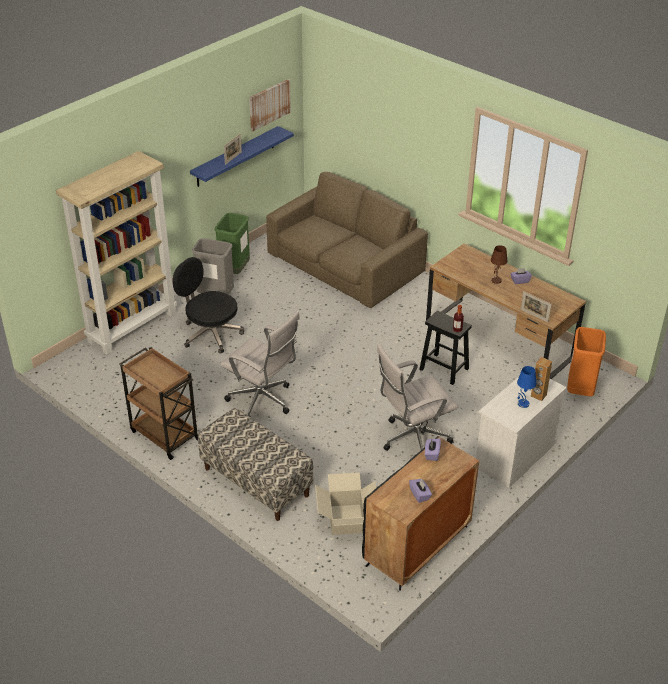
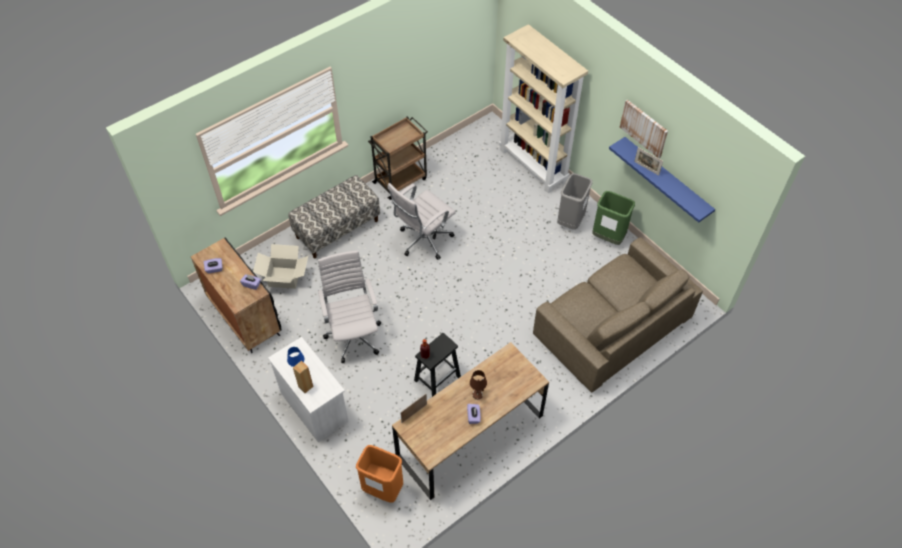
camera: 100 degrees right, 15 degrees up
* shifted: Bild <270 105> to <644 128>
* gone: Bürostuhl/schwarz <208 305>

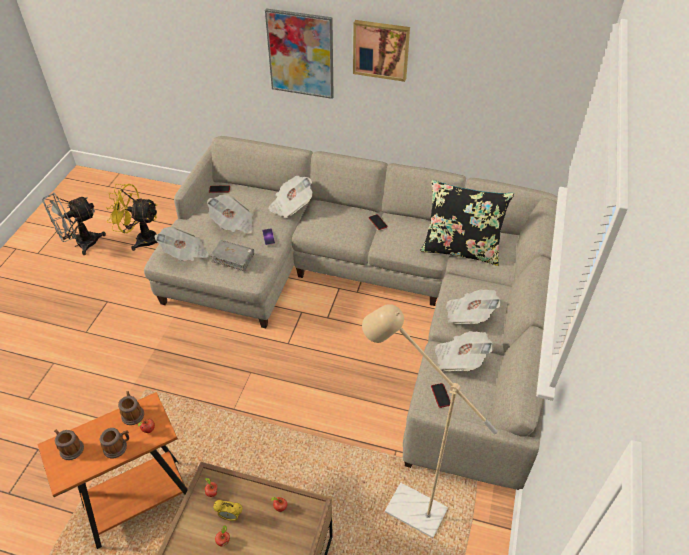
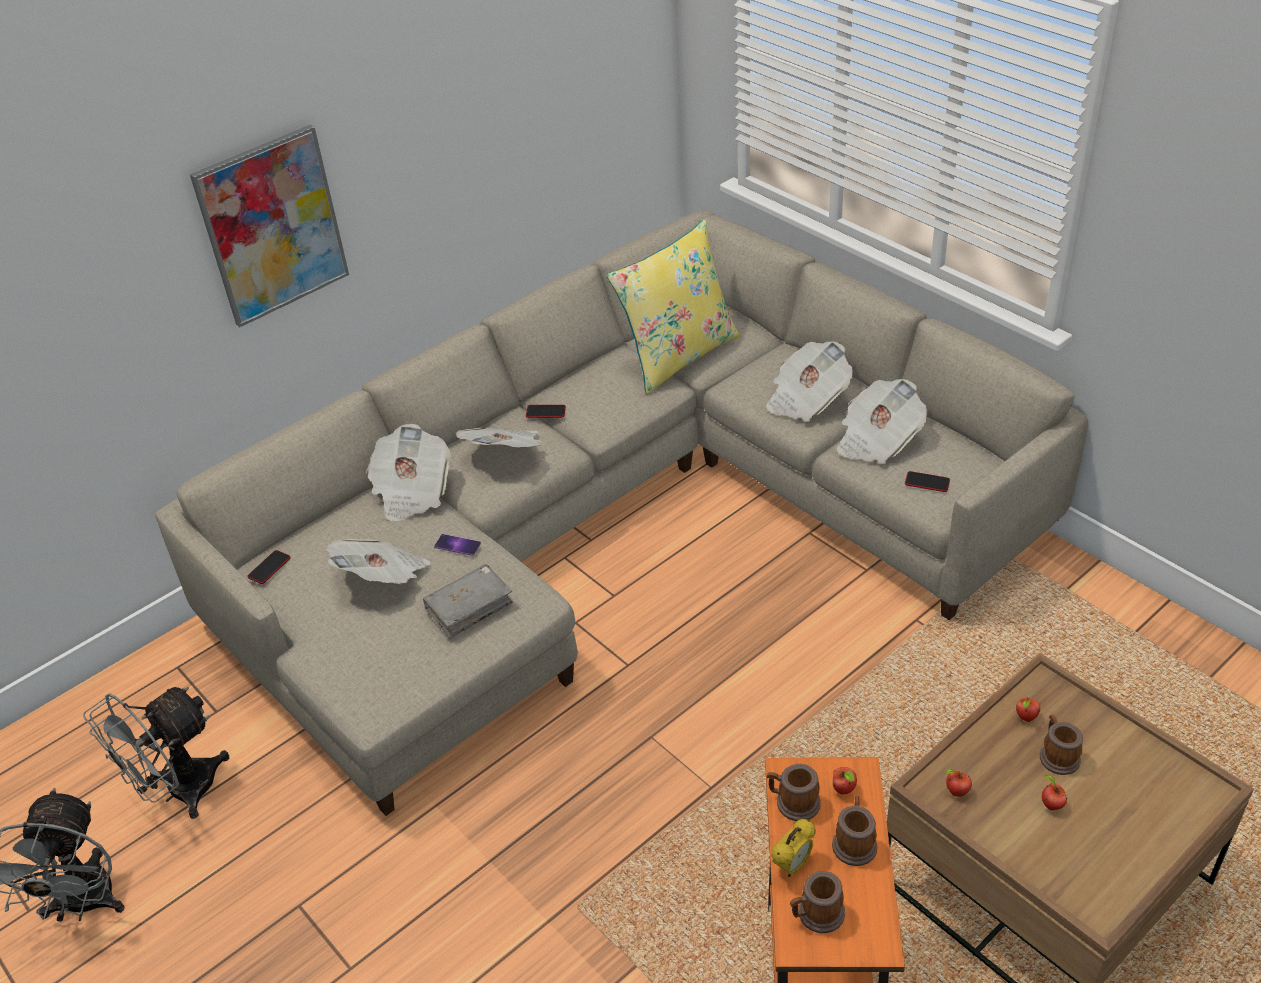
camera: 55 degrees left, 5 degrees down
* repainted: Ventilator/gelb <131 217> to Ventilator/grau <156 753>
* shifted: Zeitung <182 244> to <498 437>
* repainted: Kissen/schwarz <467 223> to Kissen/gelb <673 307>
* shifted: Wecker <228 510> to <793 848>
* new: Henkelbecher <1061 745>
* gone: Bild <381 51>
* gone: Stehlampe/beige <430 421>

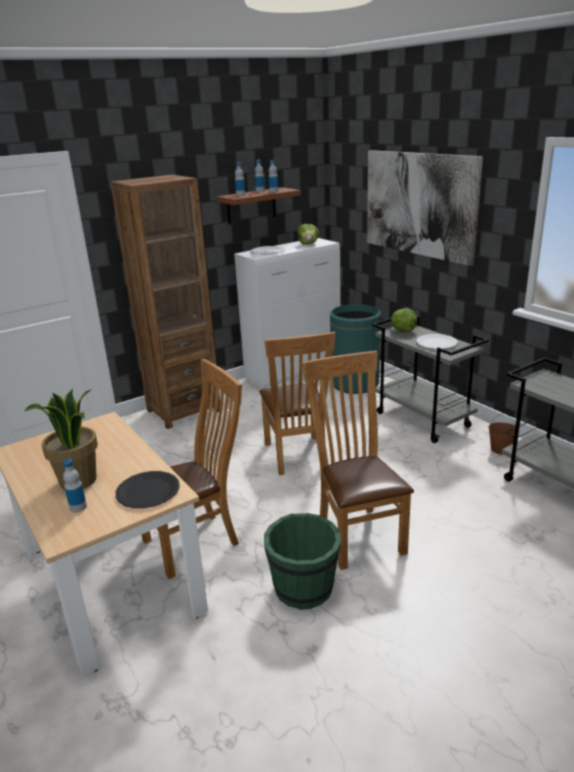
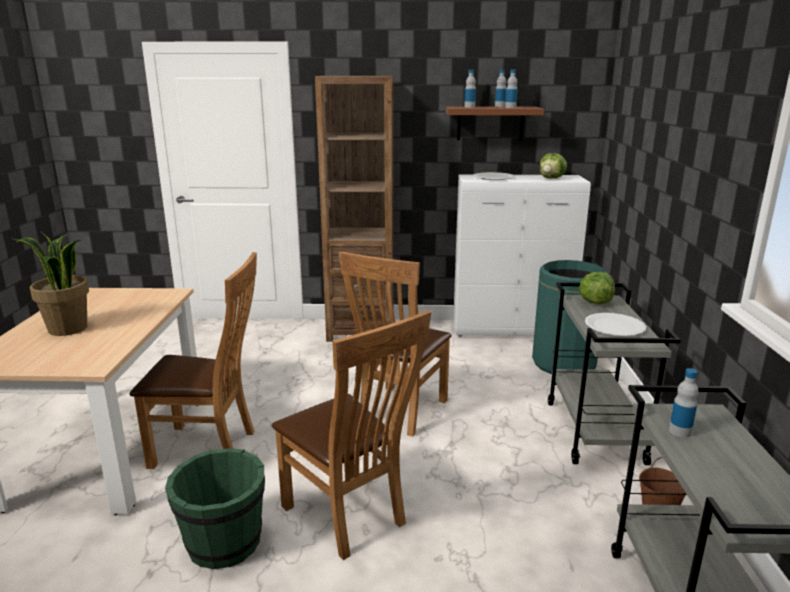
camera: 35 degrees right, 5 degrees down
* rotated: Stuhl/braun <358 460> = <351 435> 120 degrees clockwise
* shifted: Flasche <75 486> to <683 403>
* gone: Teller/schwarz <148 489>
* gone: Bild <425 208>

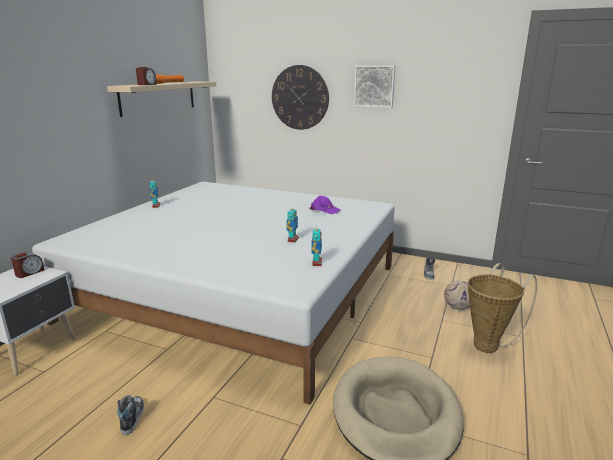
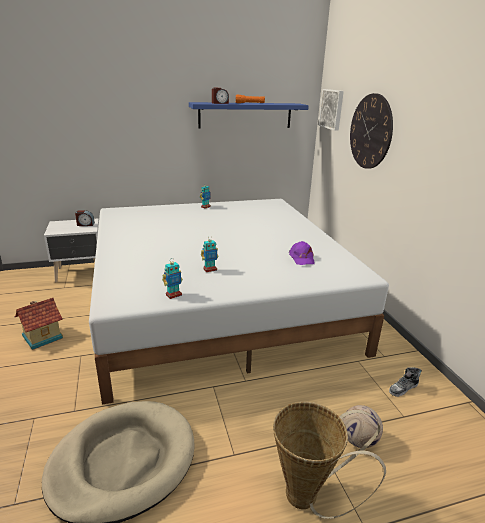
camera: 50 degrees right, 5 degrees up
* swapped: Schuh <130 415> to Spielzeughaus <38 324>
* repainted: Wandregal/beige <161 99> to Wandregal/blau <249 115>
* shifted: Bild <374 86> to <331 110>

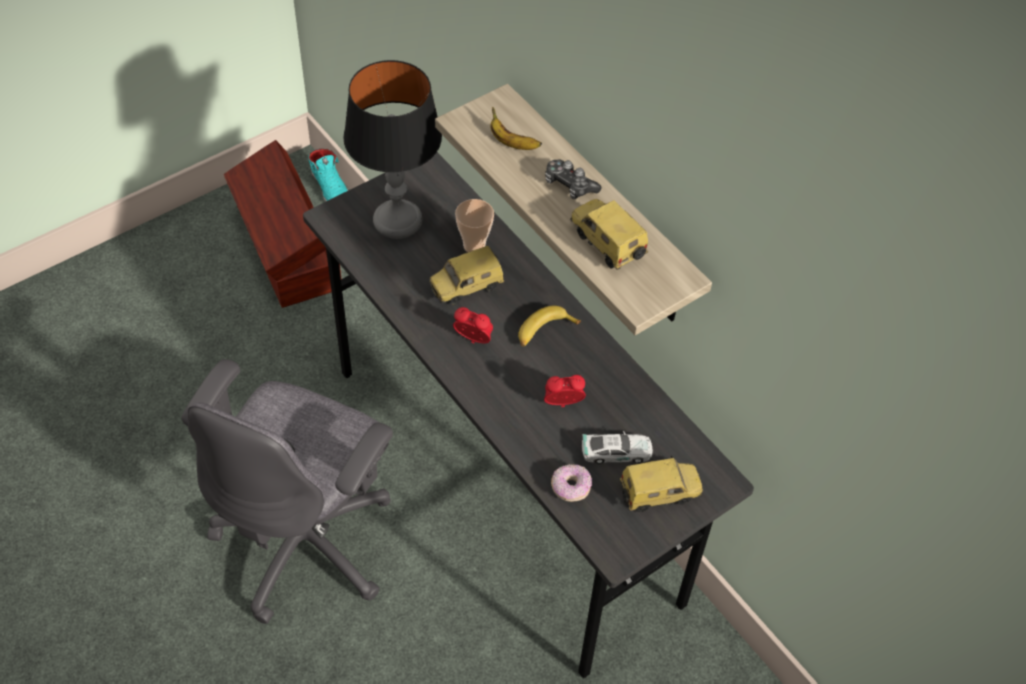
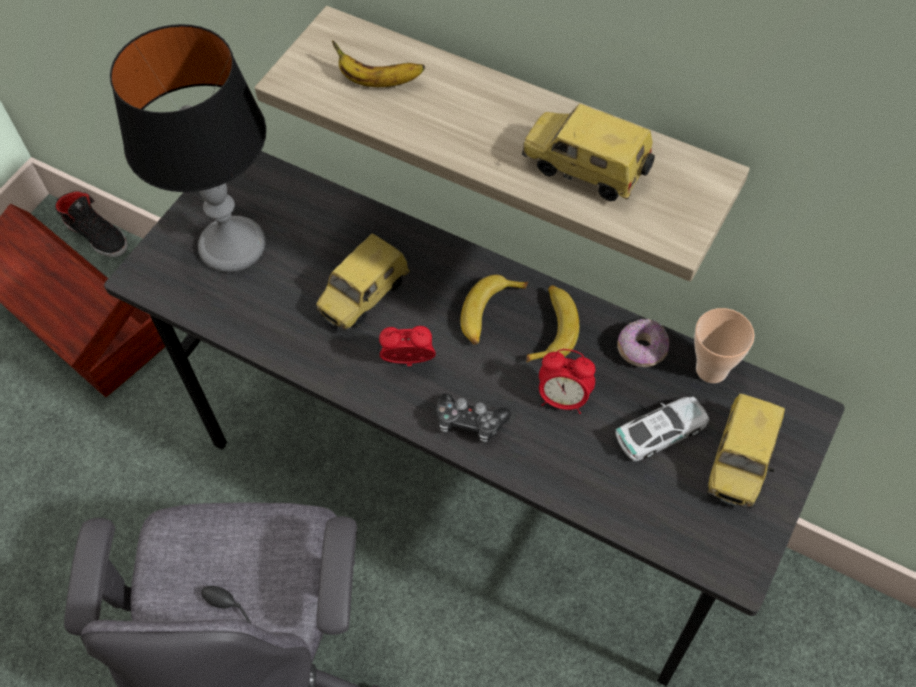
camera: 20 degrees left, 5 degrees up
* repainted: Schuh/türkis <328 175> to Schuh/schwarz <91 224>
* shifted: Gamepad <573 179> to <473 418>
* new: Banane <552 323>
* rotated: Wecker <565 391> = <567 381> 135 degrees counterclockwise
* shifted: Donut <571 483> to <643 342>
* shifted: Tasse <474 225> to <724 345>
* rotated: Spielzeugauto <661 483> = <745 451> 150 degrees clockwise

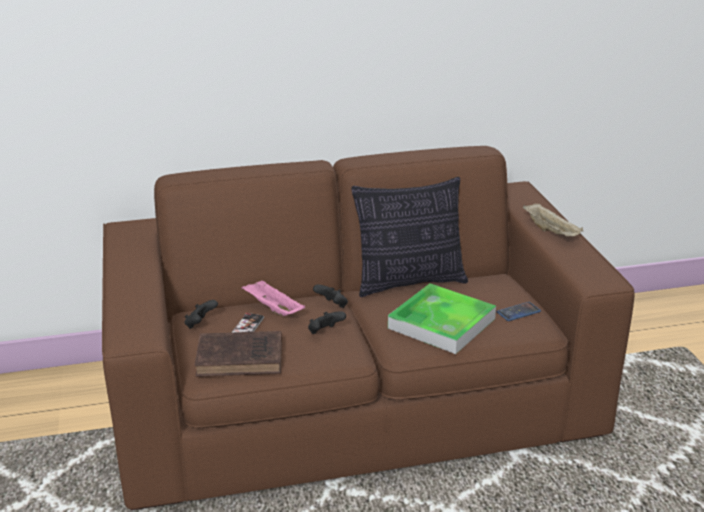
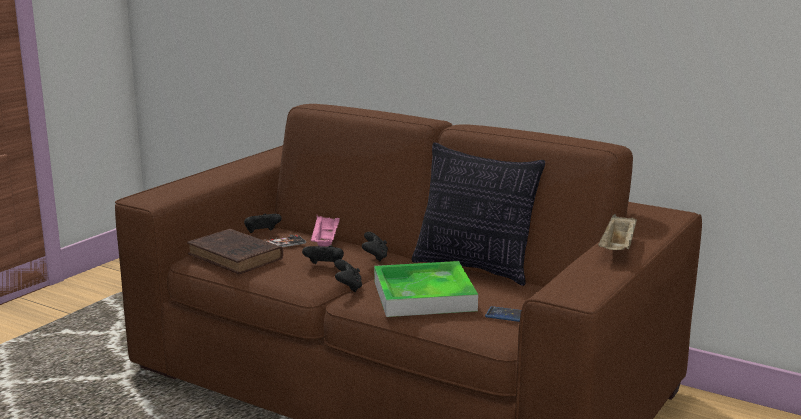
camera: 45 degrees right, 10 degrees down
* new: Gamepad/schwarz <348 275>

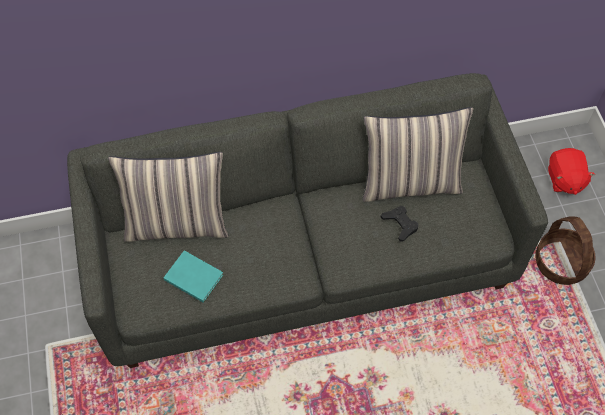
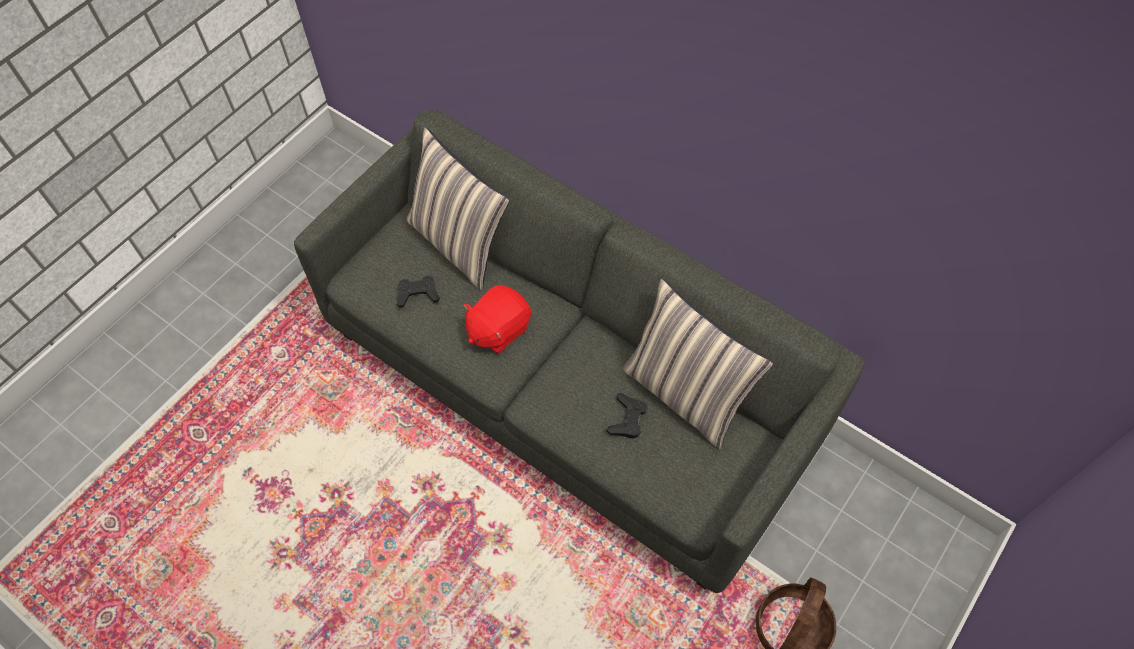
camera: 50 degrees right, 0 degrees up
* swapped: Buch/türkis <194 276> to Gamepad/schwarz <418 292>
* shifted: Plüschtier/rot <572 171> to <497 319>

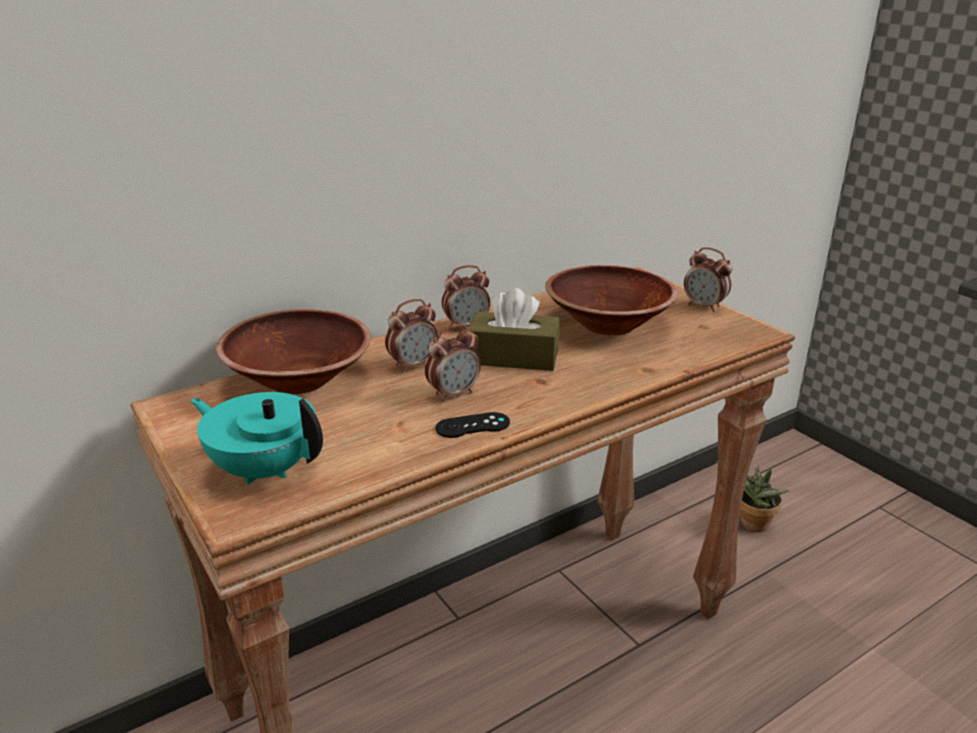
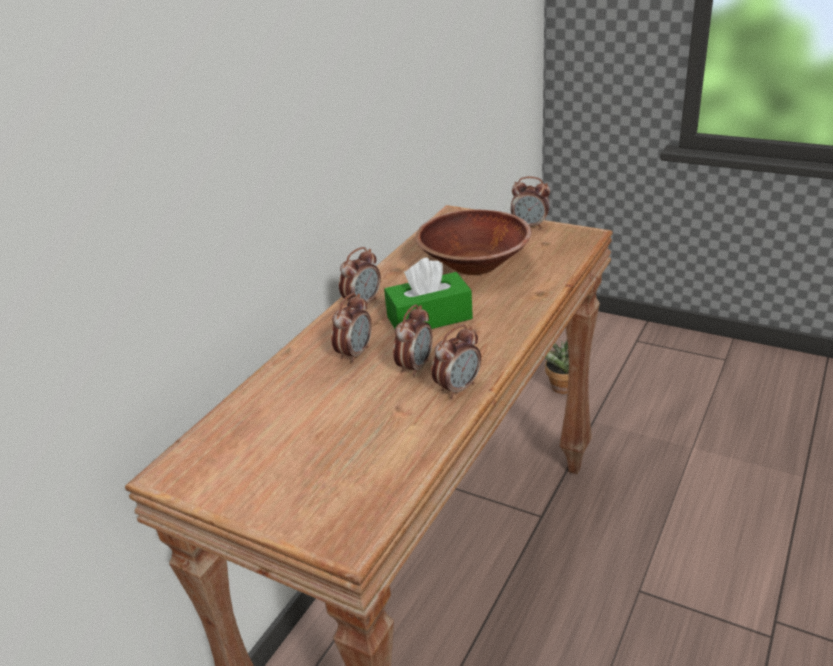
camera: 25 degrees left, 5 degrees up
* repainted: Taschentuchbox/braun <514 329> to Taschentuchbox/grün <428 293>
* swapped: Gamepad/schwarz <472 425> to Wecker <456 362>
* gone: Teekanne/türkis <257 438>
* gone: Schüssel/braun <293 351>

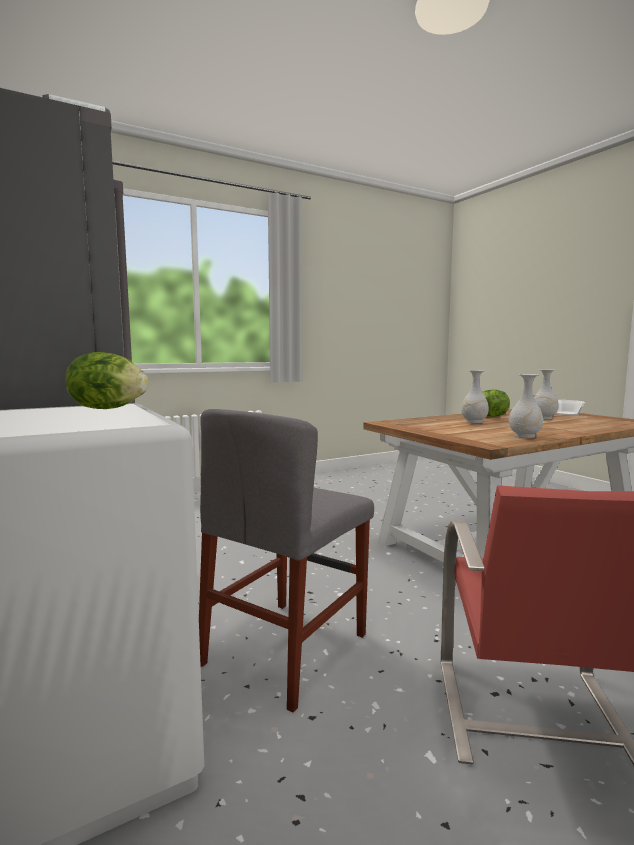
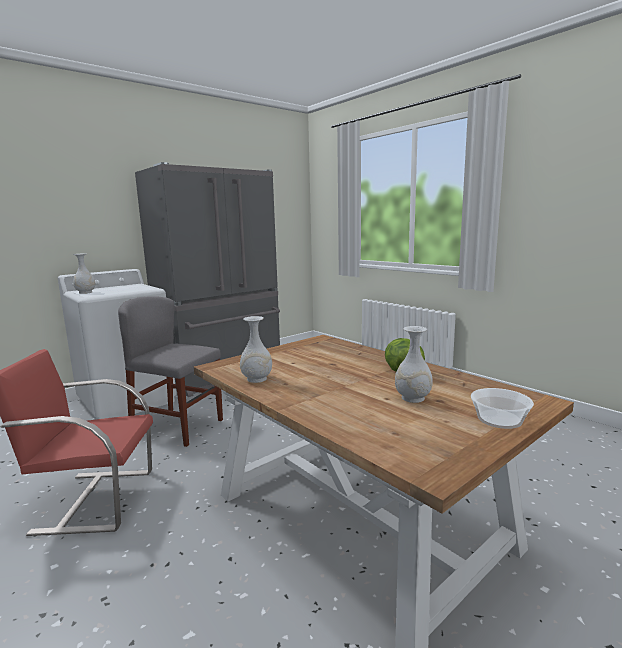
camera: 80 degrees right, 5 degrees up
* shifted: Vase/weiß <475 396> to <84 273>
* gone: Salatkopf <107 380>

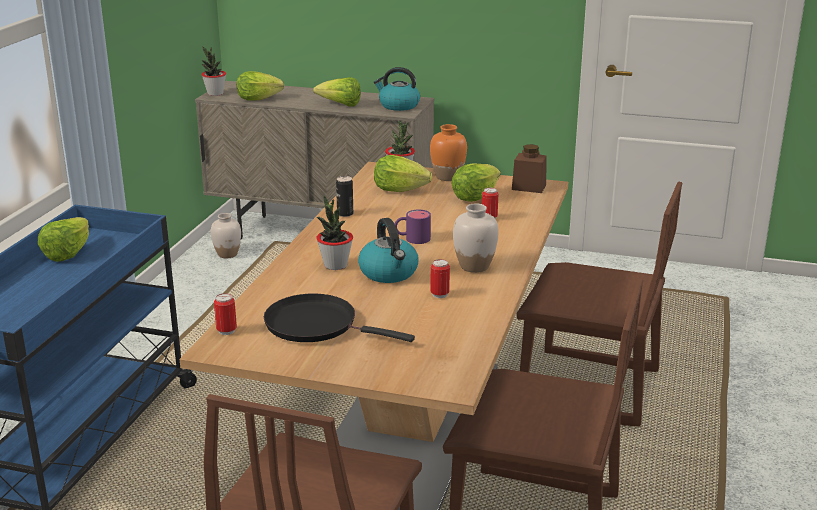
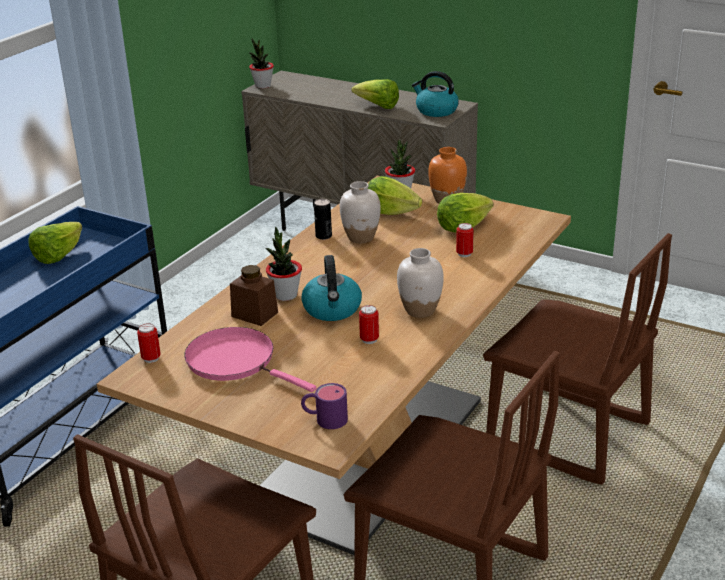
camera: 15 degrees right, 5 degrees up
* repainted: Pfanne/schwarz <339 318> to Pfanne/rosa <250 359>
* shifted: Vorratsglas/braun <529 168> to <254 295>
* shifted: Henkelbecher/lila <413 227> to <324 406>
* shifted: Vase/weiß <226 236> to <360 212>
* gone: Salatkopf <260 86>

